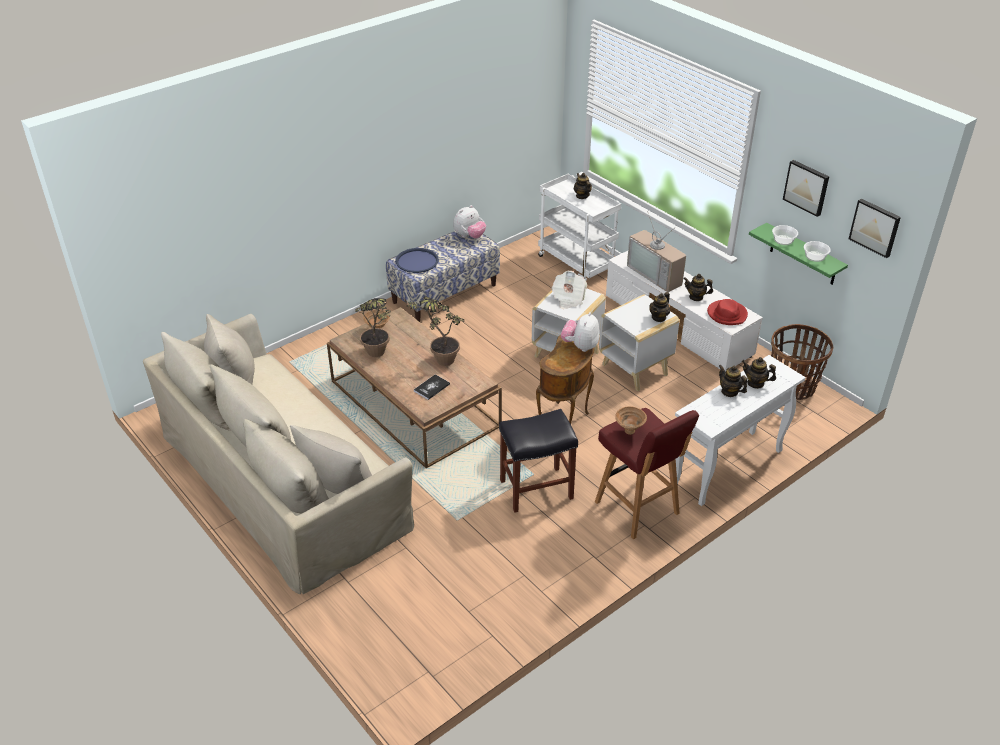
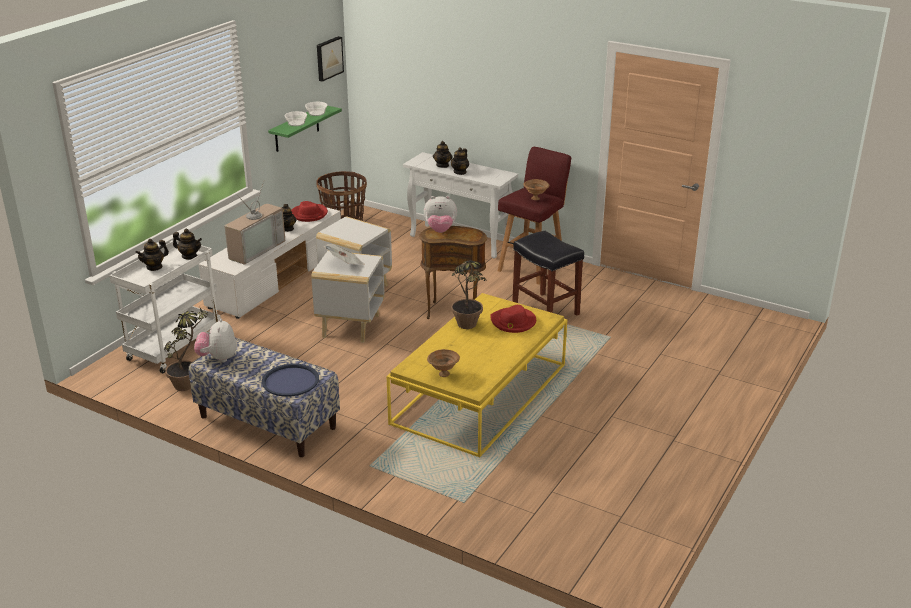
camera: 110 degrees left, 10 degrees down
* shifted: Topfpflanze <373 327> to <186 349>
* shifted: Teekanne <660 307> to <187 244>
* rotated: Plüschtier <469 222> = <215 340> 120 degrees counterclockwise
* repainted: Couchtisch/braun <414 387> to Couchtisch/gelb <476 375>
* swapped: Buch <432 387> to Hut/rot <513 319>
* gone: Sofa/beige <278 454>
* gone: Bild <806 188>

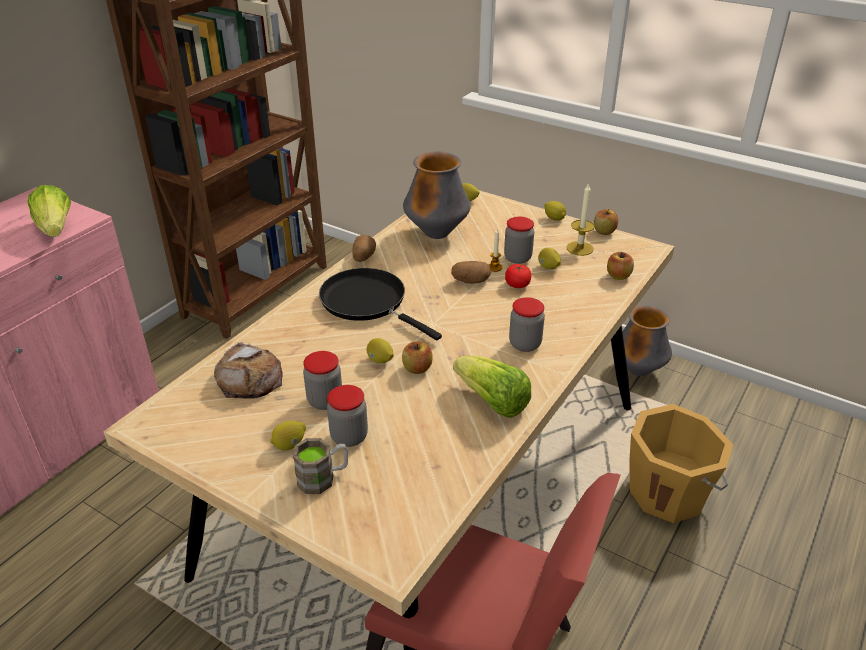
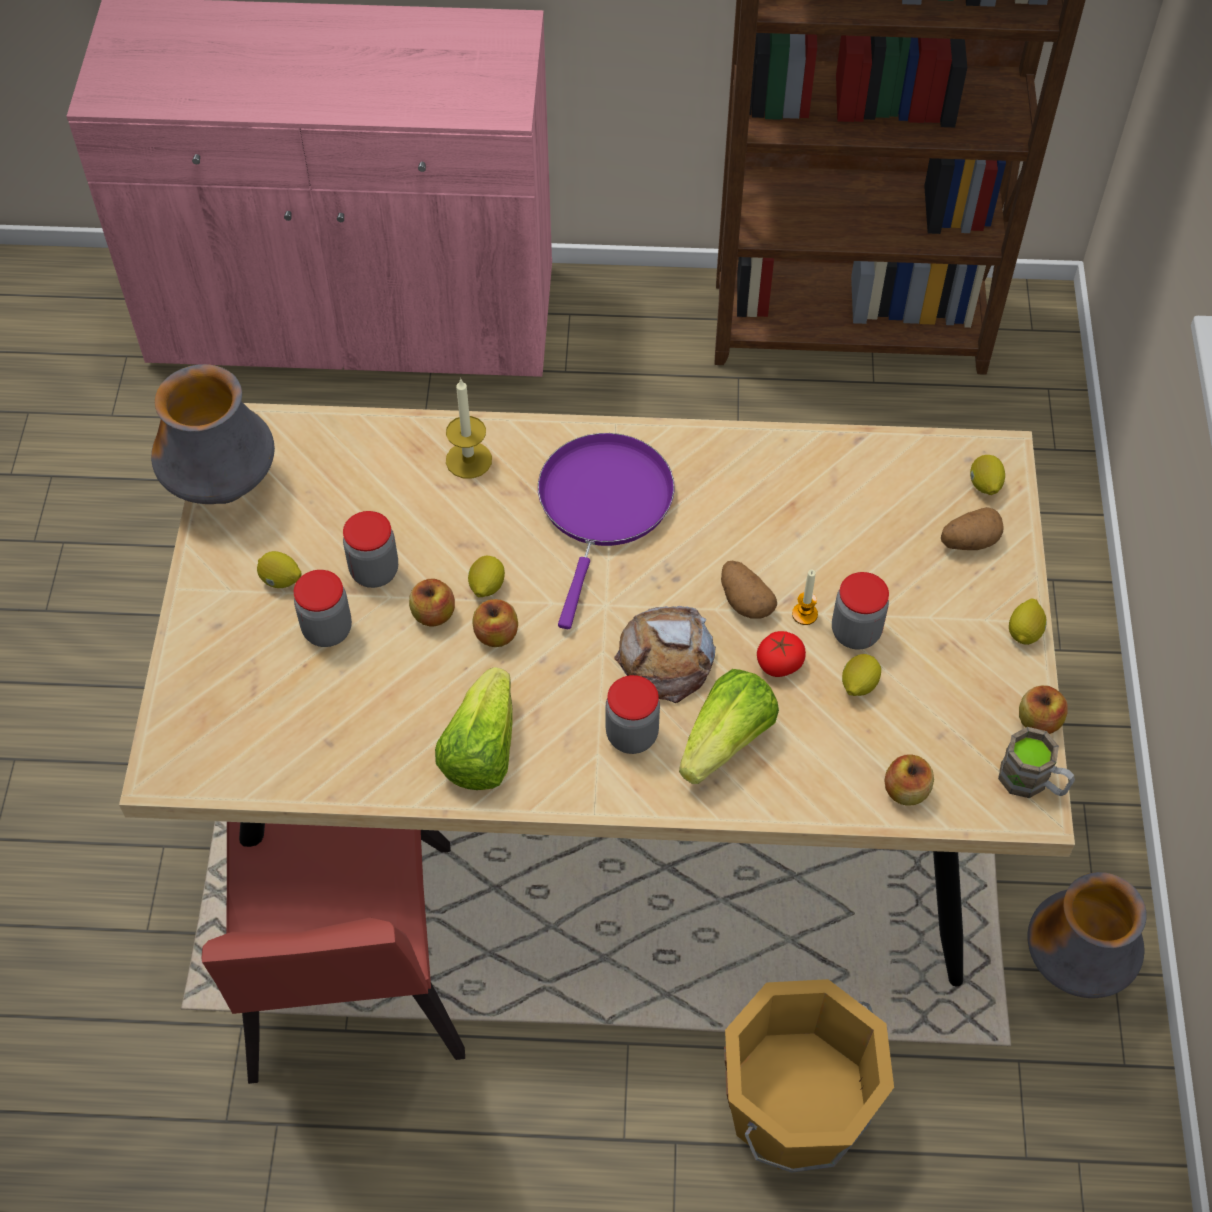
camera: 60 degrees right, 20 degrees up
* shifted: Vase <437 195> to <213 434>
* new: Apfel <432 602>
* shifted: Kerze <581 219> to <469 428>
* repainted: Pfanne/schwarz <380 304> to Pfanne/lila <606 531>
* shifted: Brot <248 370> to <665 654>
* shifted: Salatkopf <49 211> to <729 726>
* shifted: Kartoffel <364 248> to <972 528>
* shifted: Henkelbecher/braun <320 466> to <1036 762>

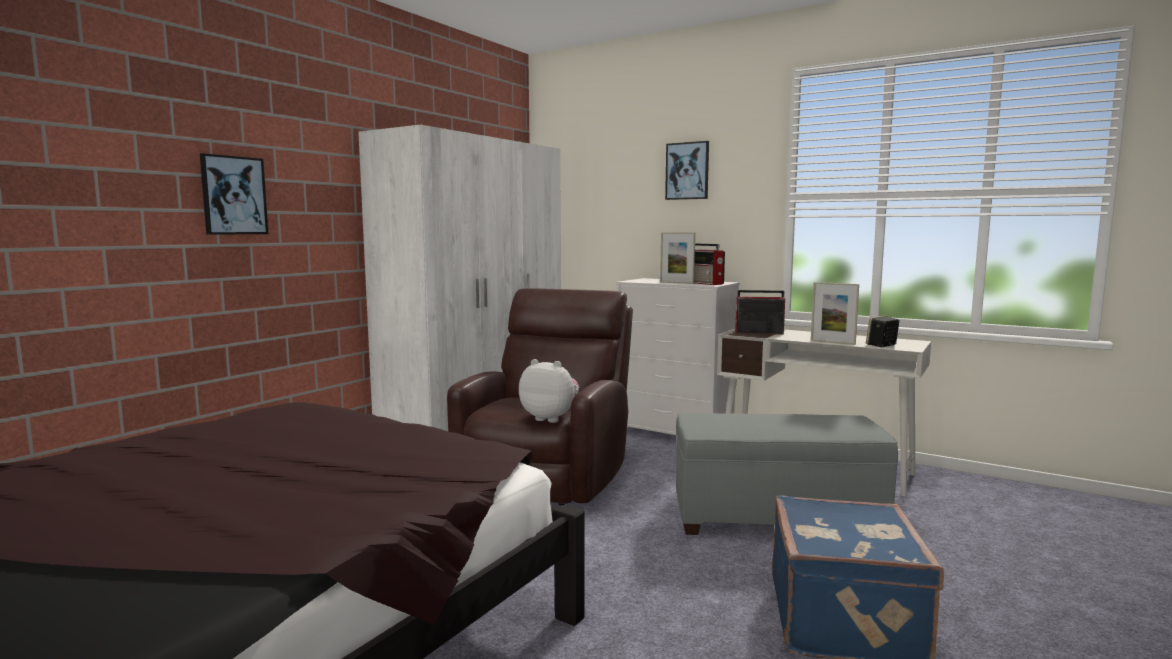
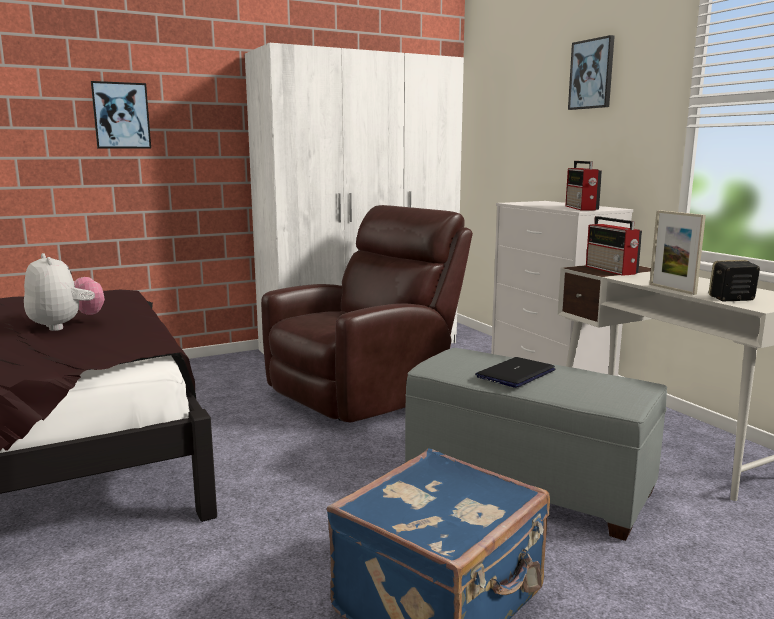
camera: 30 degrees right, 5 degrees up
* shifted: Plüschtier <549 391> to <64 292>
* new: Laptop <515 372>
* rotated: Radio <759 312> = <614 246> 150 degrees counterclockwise
* gone: Bilderrahmen <677 258>

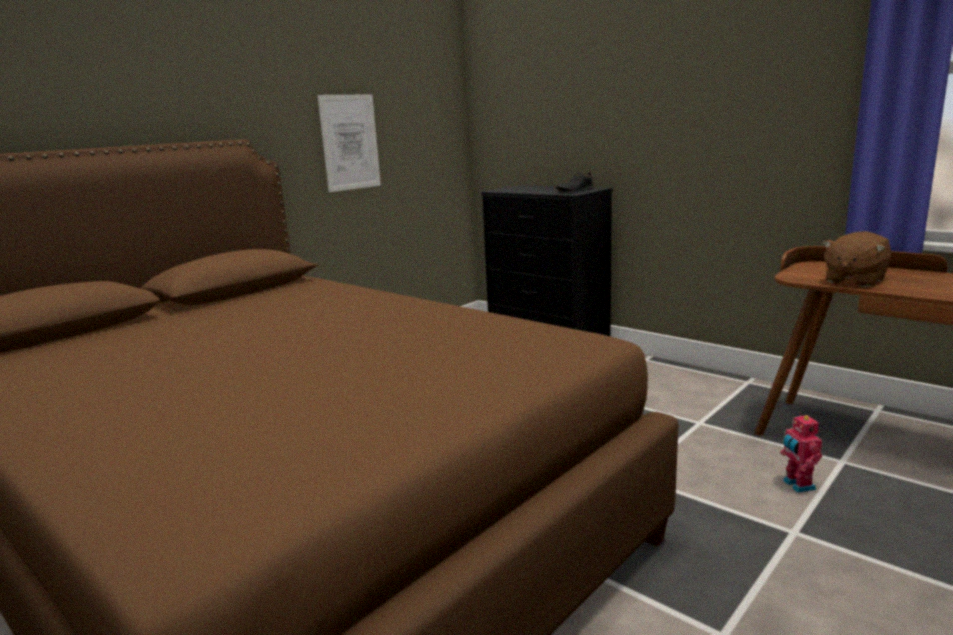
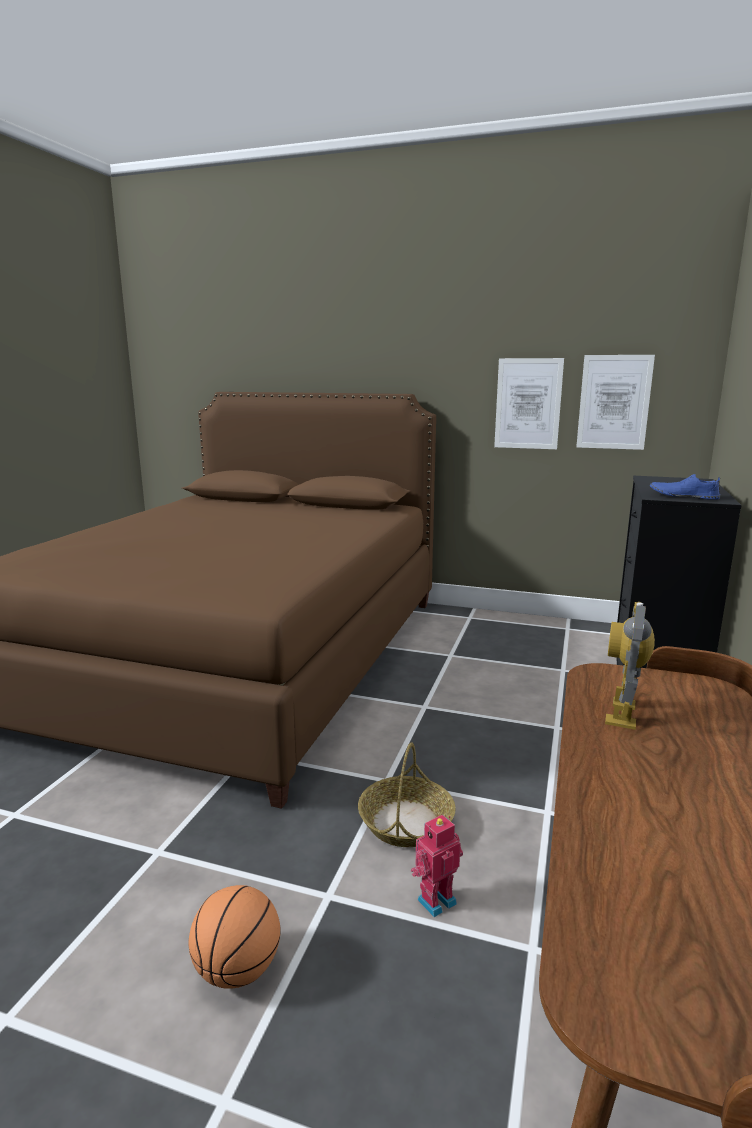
camera: 65 degrees right, 0 degrees up
* new: Basketball <235 937>
* new: Korb <407 794>
* new: Bild <615 402>
* swapped: Plüschtier/braun <857 259> to Spielzeugroboter <630 666>
* repainted: Schuh/schwarz <575 182> to Schuh/blau <685 487>

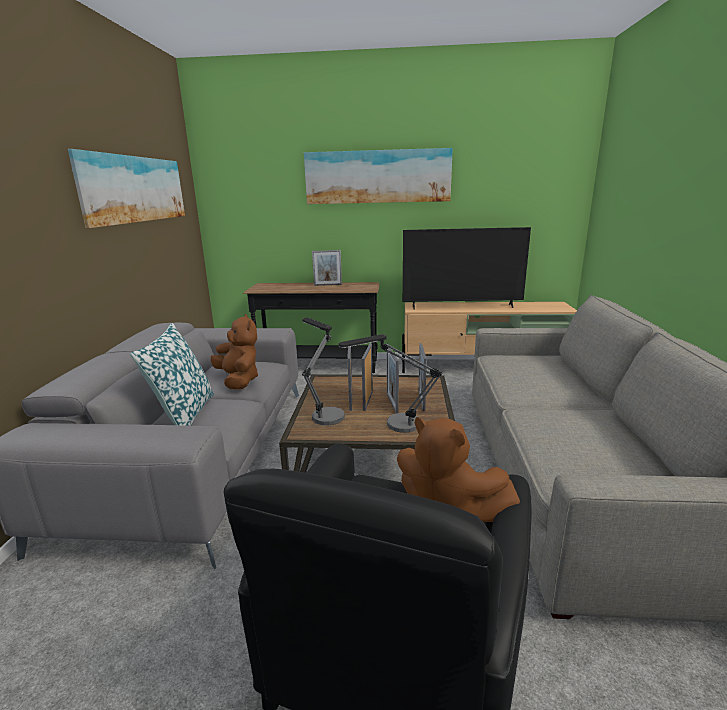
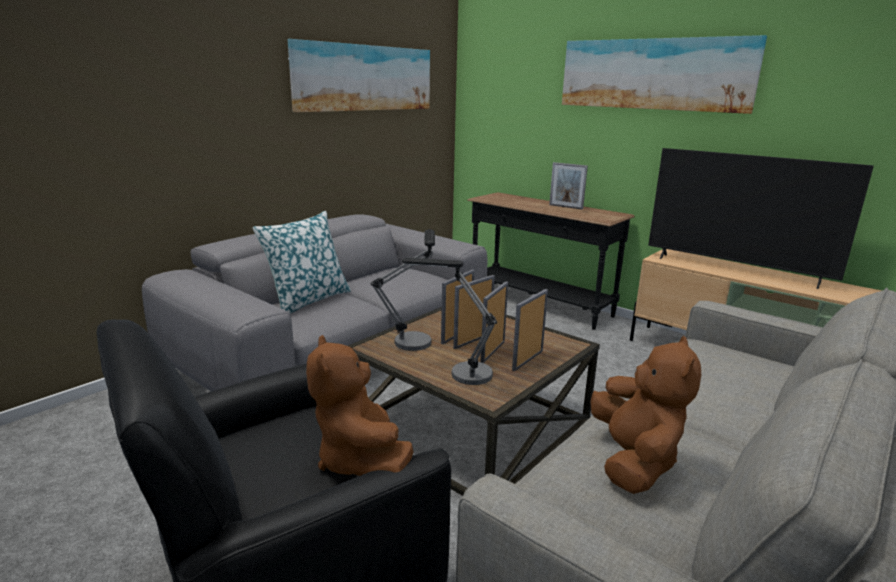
camera: 35 degrees right, 0 degrees up
* shifted: Plüschtier/braun <234 352> to <645 415>

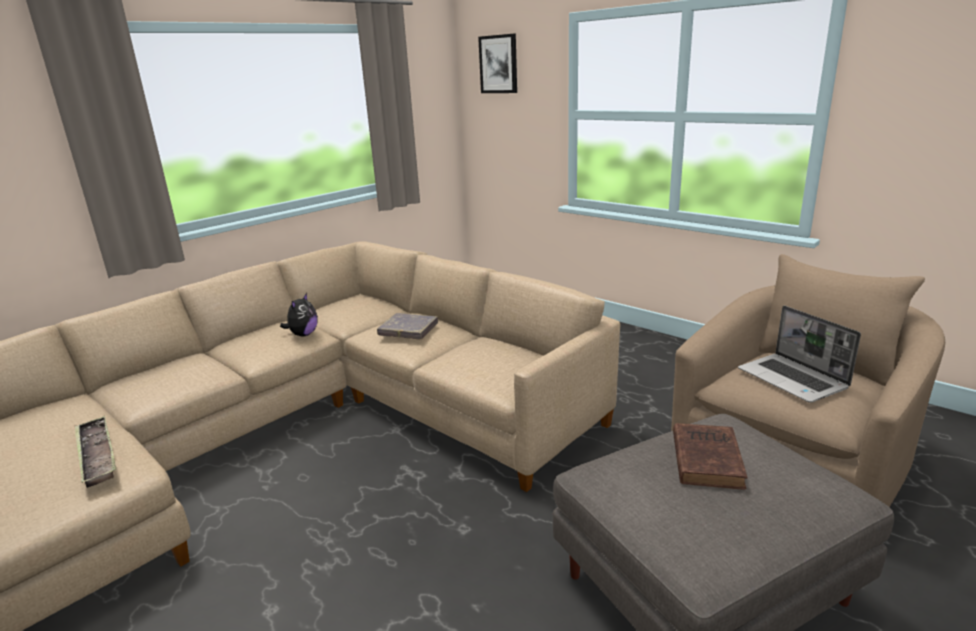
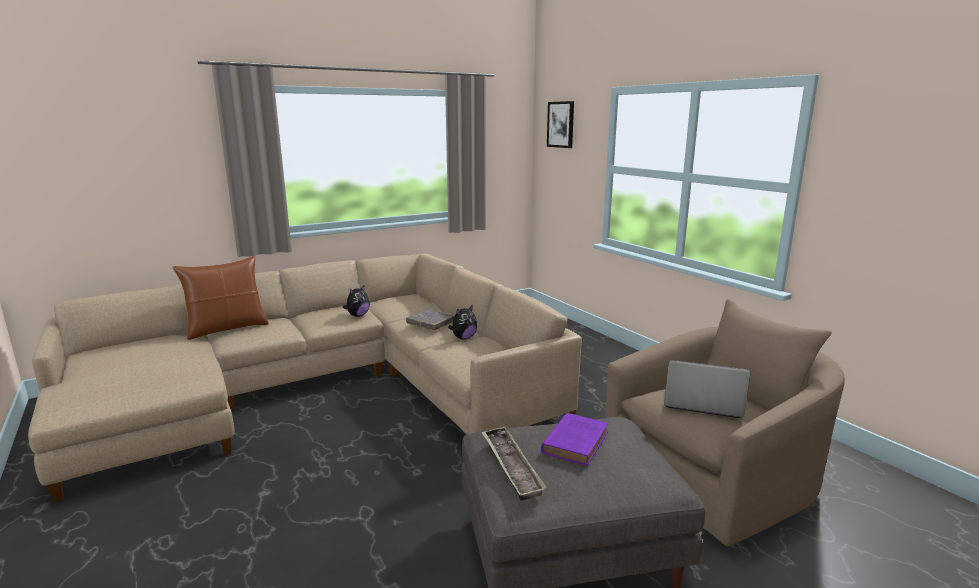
camera: 15 degrees right, 5 degrees down
* new: Kissen/braun <220 298>
* new: Plüschtier <462 322>
* shifted: Tablett <95 452> to <514 464>
* repainted: Buch/braun <710 456> to Buch/lila <574 439>
* rotated: Laptop <799 354> = <707 389> 120 degrees clockwise

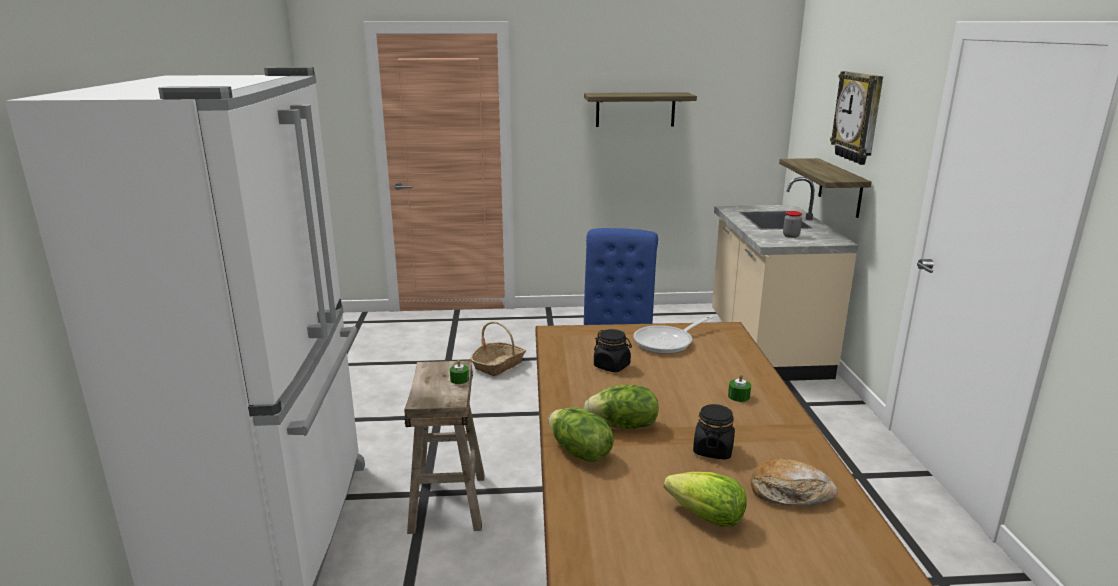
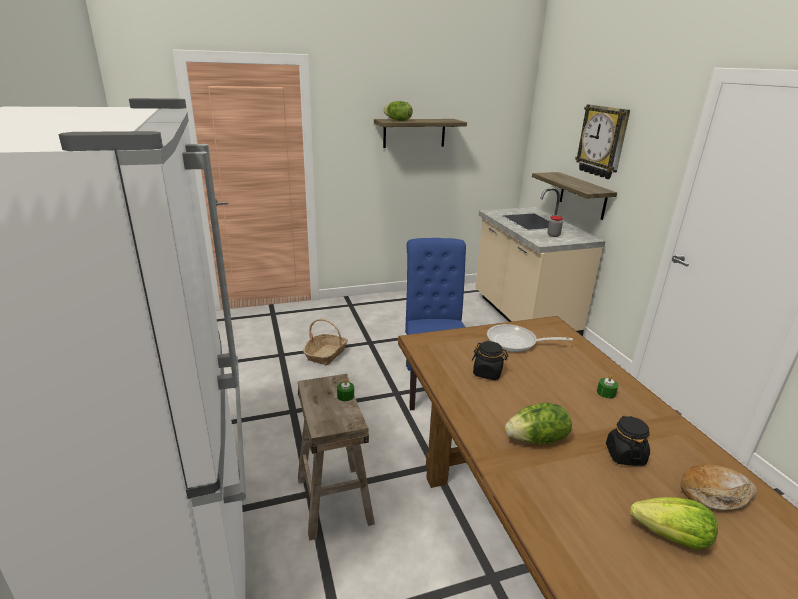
camera: 15 degrees left, 5 degrees up
* shifted: Salatkopf <581 435> to <398 111>
* rotated: Pfanne <673 335> = <530 338> 60 degrees clockwise

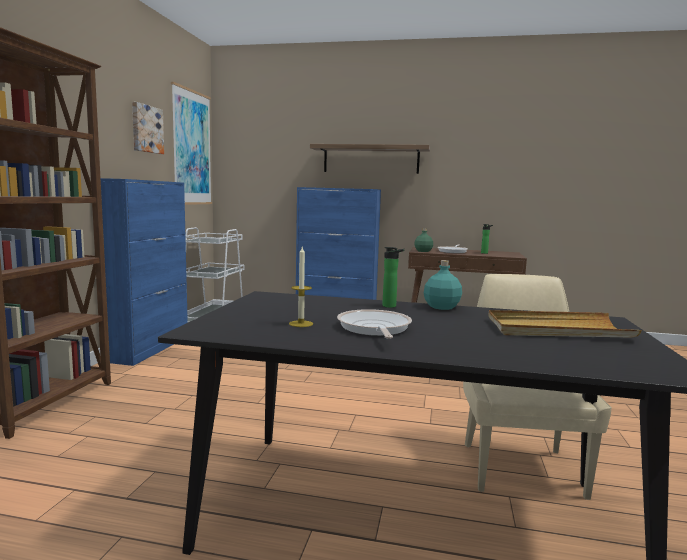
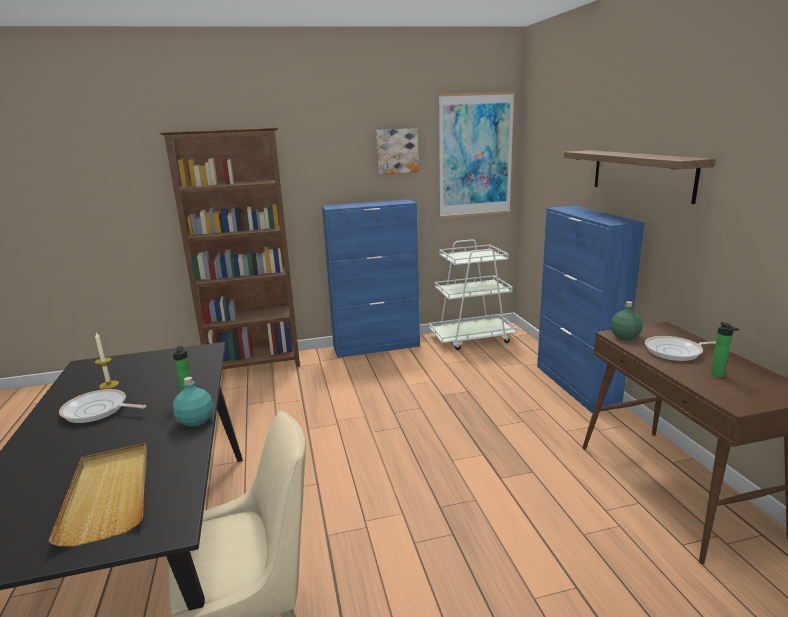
camera: 65 degrees right, 10 degrees up
* rotated: Pfanne <374 324> = <103 406> 135 degrees counterclockwise

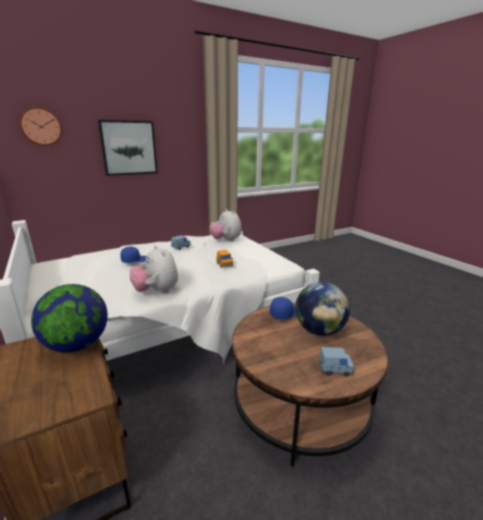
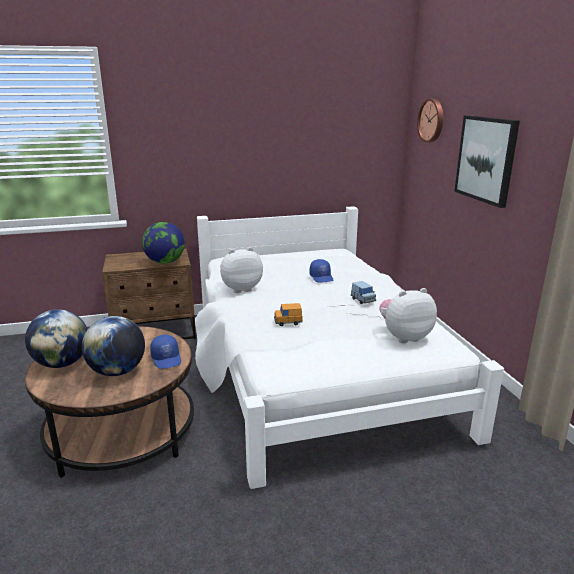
camera: 105 degrees right, 0 degrees up
* swapped: Spielzeugauto/blau <336 362> to Globus <56 338>

